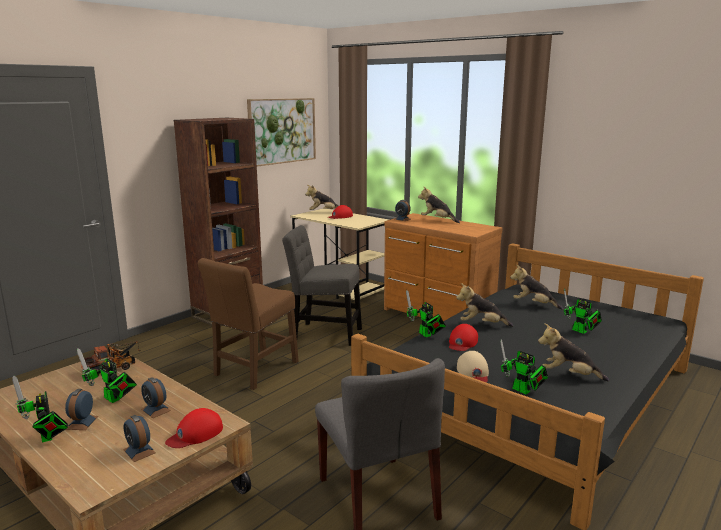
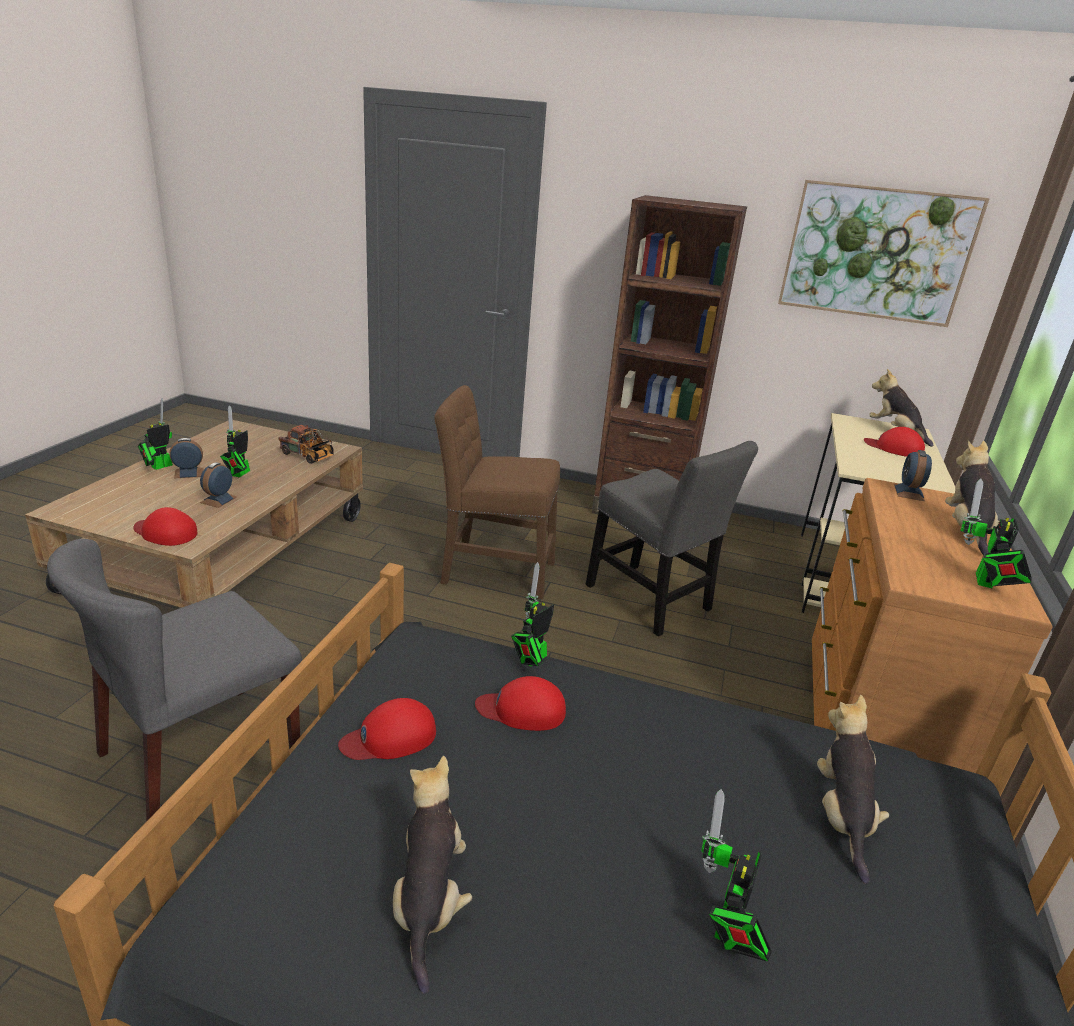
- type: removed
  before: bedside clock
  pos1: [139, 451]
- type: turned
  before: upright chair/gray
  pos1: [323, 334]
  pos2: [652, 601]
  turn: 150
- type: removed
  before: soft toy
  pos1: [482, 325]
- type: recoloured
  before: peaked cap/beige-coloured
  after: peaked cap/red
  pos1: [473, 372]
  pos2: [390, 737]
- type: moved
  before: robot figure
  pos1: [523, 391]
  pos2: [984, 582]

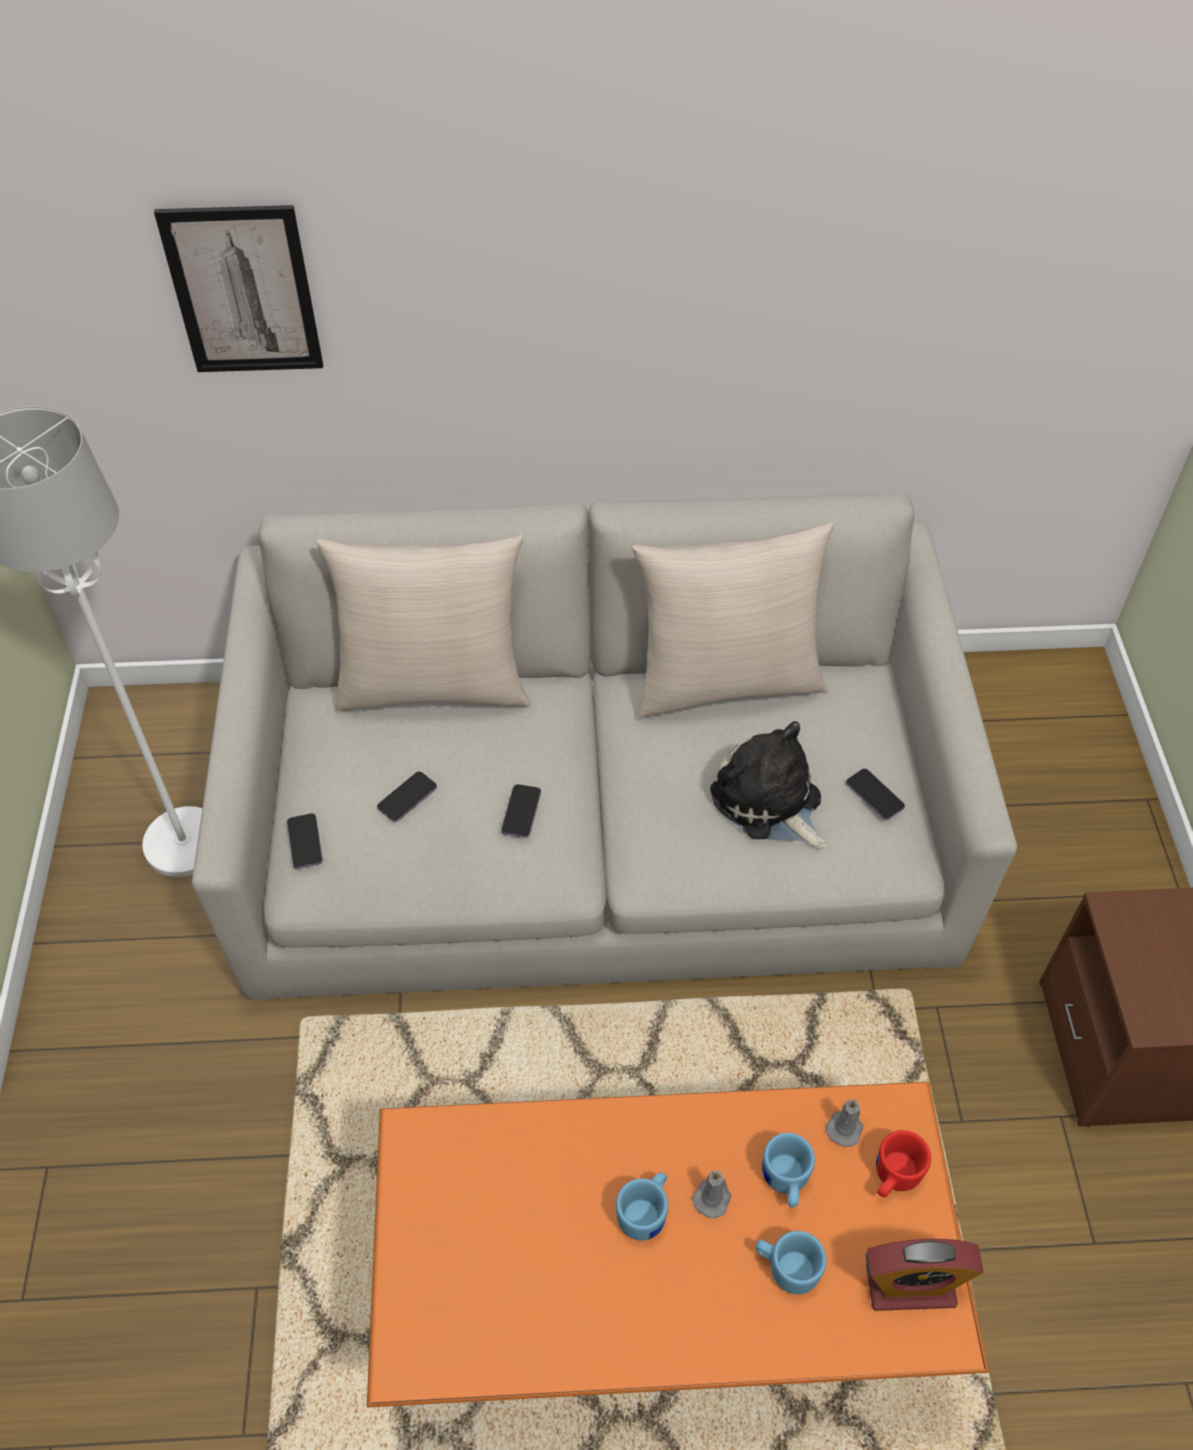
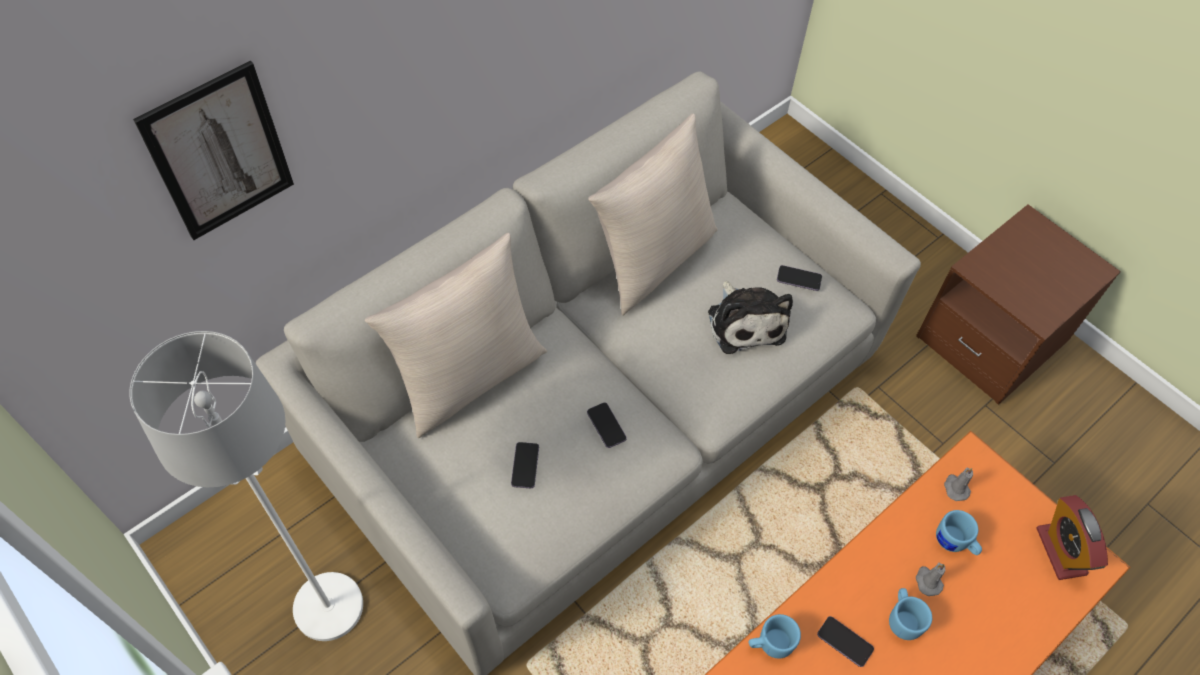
- type: moved
  before: handset
  pos1: [305, 842]
  pos2: [844, 642]
- type: turned
  before: soft toy
  pos1: [769, 802]
  pos2: [745, 321]
  turn: -120
- type: moved
  before: tea mug/blue
  pos1: [786, 1267]
  pos2: [769, 643]
- type: turned
  before: bedside clock
  pos1: [910, 1285]
  pos2: [1060, 551]
  turn: 120
- type: removed
  before: tea mug/red
  pos1: [892, 1177]

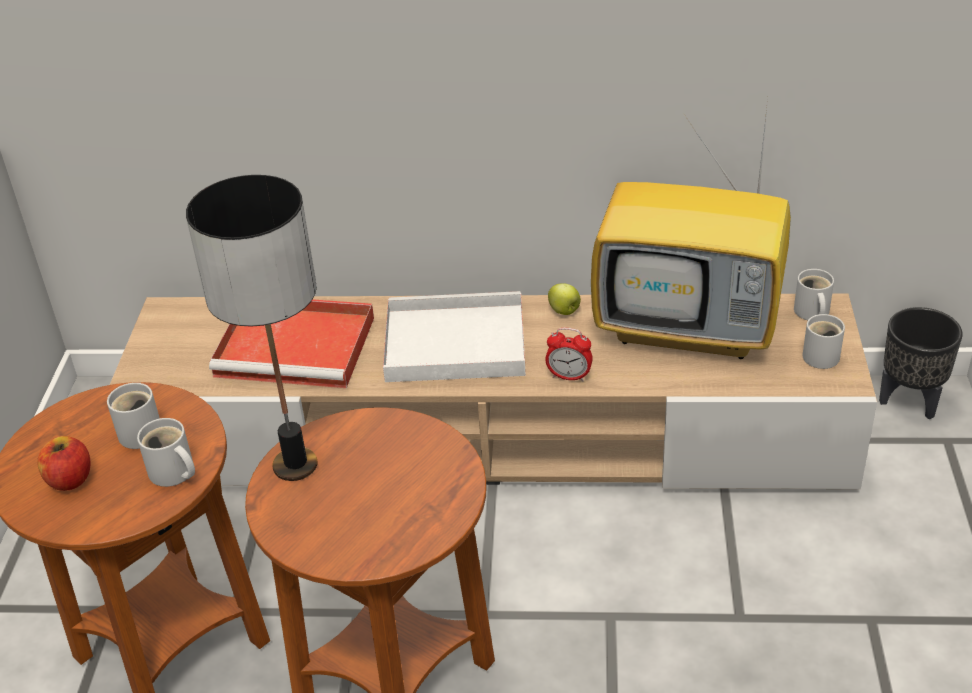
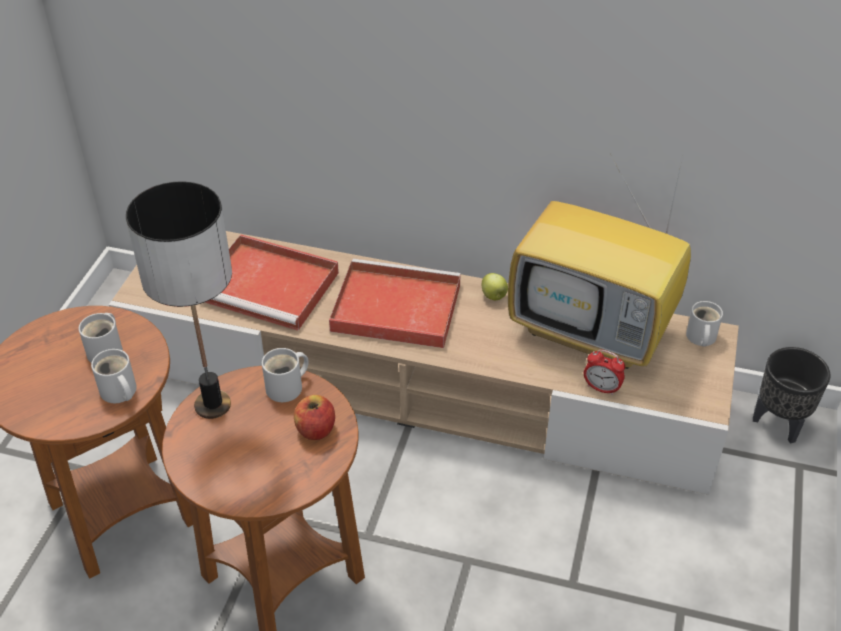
- type: moved
  before: whole apple
  pos1: [70, 479]
  pos2: [315, 429]
- type: recoloured
  before: carrying tray/white
  after: carrying tray/red
  pos1: [452, 344]
  pos2: [393, 308]
- type: moved
  before: bedside clock
  pos1: [569, 376]
  pos2: [601, 388]
- type: moved
  before: tea mug/white
  pos1: [824, 355]
  pos2: [288, 387]

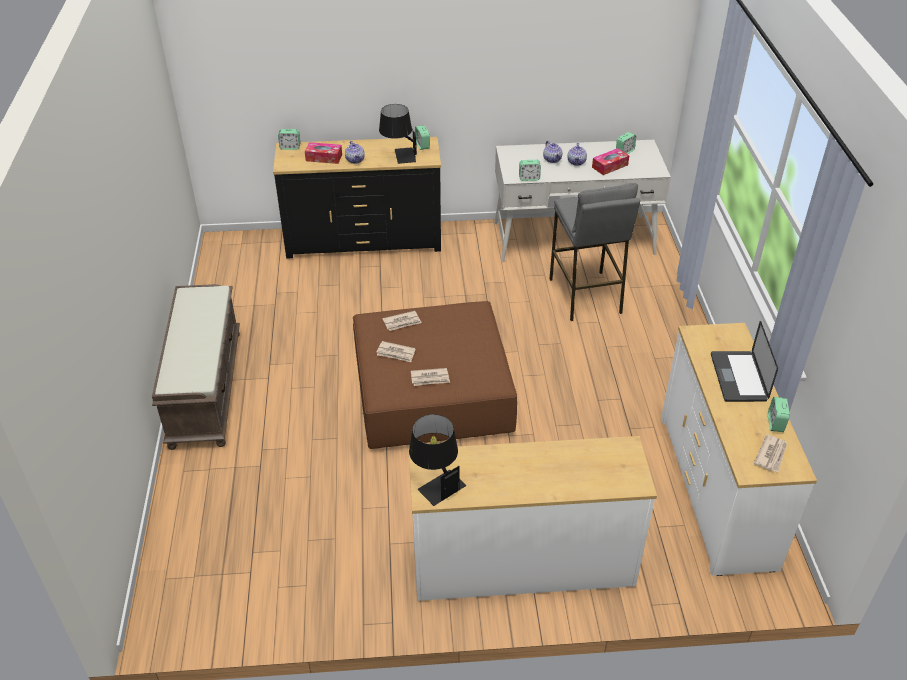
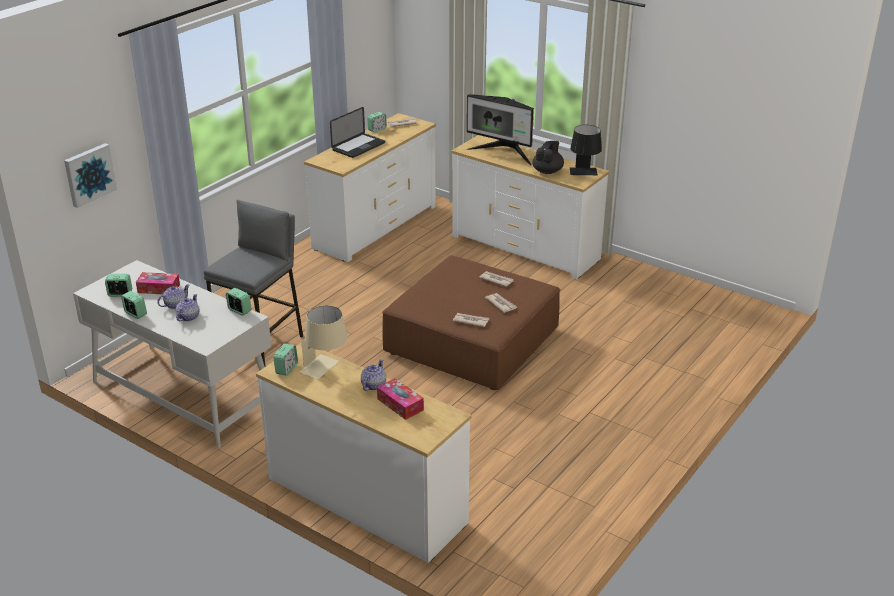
- type: removed
  before: long seat/brown-coloured
  pos1: [205, 387]
- type: recoloured
  before: drawer chest/black
  after: drawer chest/white
  pos1: [363, 240]
  pos2: [365, 501]
- type: moved
  before: bedside clock
  pos1: [290, 147]
  pos2: [135, 314]
- type: recoloured
  before: tabletop lamp/black
  after: tabletop lamp/beige-coloured
  pos1: [398, 156]
  pos2: [326, 369]
- type: added
  after: picture
  pos2: [89, 174]
- type: added
  after: computer display
  pos2: [503, 153]
- type: added
  after: pot for tea/black
  pos2: [547, 171]

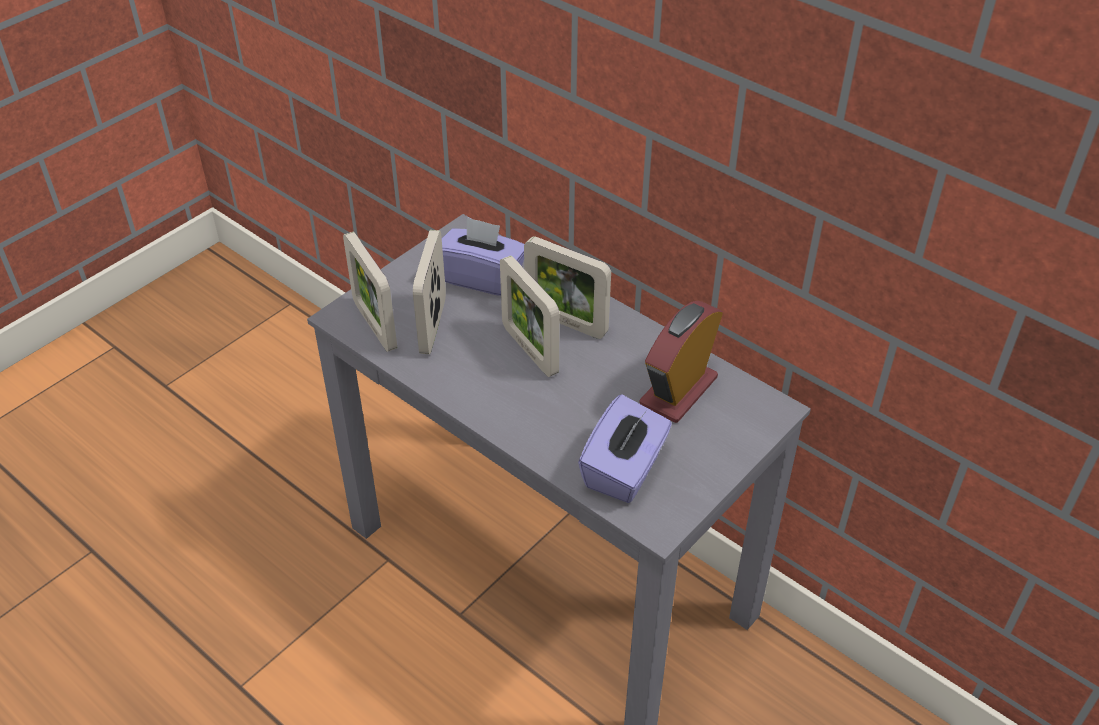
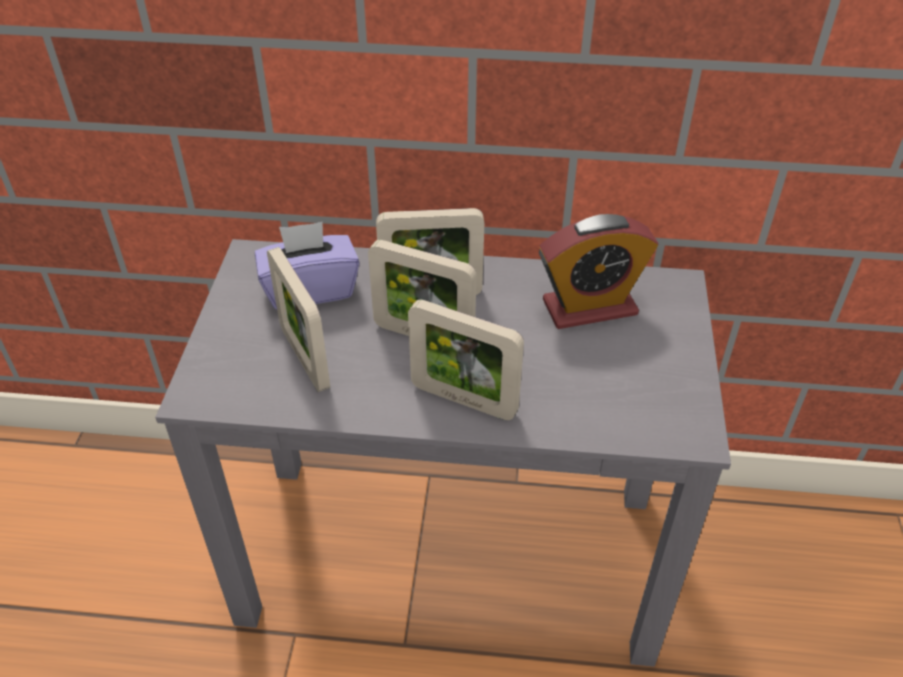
- type: moved
  before: picture frame
  pos1: [375, 326]
  pos2: [463, 400]
- type: removed
  before: tissue holder/purple
  pos1: [624, 470]
- type: turned
  before: bedside clock
  pos1: [678, 391]
  pos2: [589, 307]
  turn: -105

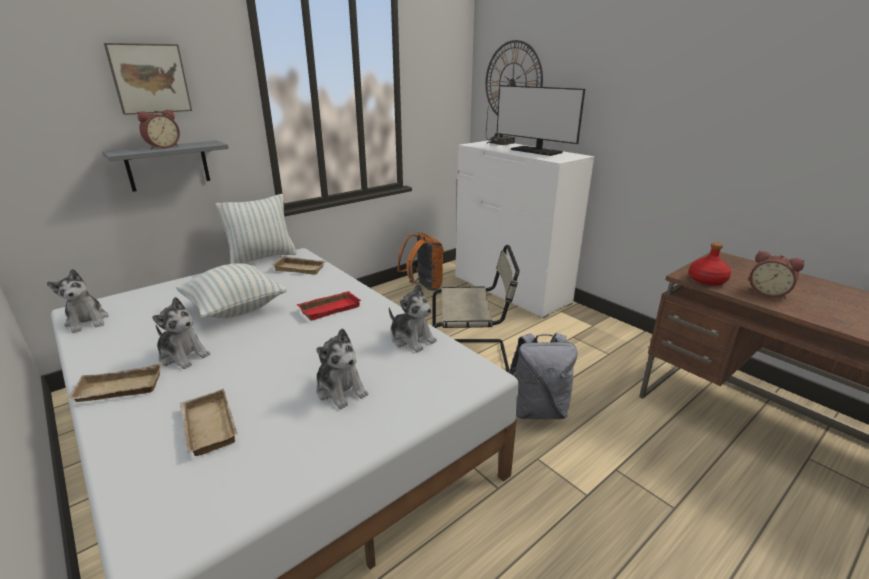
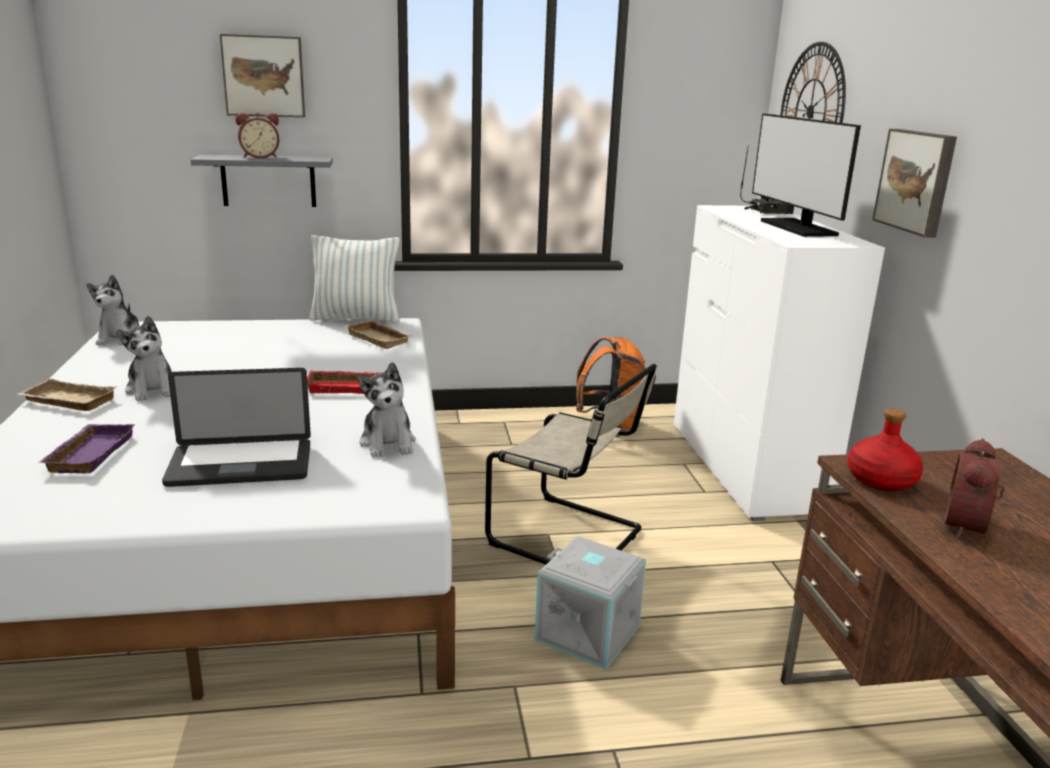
- type: removed
  before: cushion
  pos1: [235, 309]
- type: recoloured
  before: carrying tray/beige-coloured
  after: carrying tray/purple
  pos1: [206, 427]
  pos2: [89, 453]
- type: replaced
  before: soft toy
  after: notebook computer
  pos1: [340, 390]
  pos2: [240, 465]
- type: replaced
  before: knapsack/gray
  after: storage bin/gray
  pos1: [538, 410]
  pos2: [589, 632]
- type: turned
  before: bedside clock
  pos1: [768, 292]
  pos2: [969, 526]
  turn: 45
- type: added
  after: picture
  pos2: [917, 181]

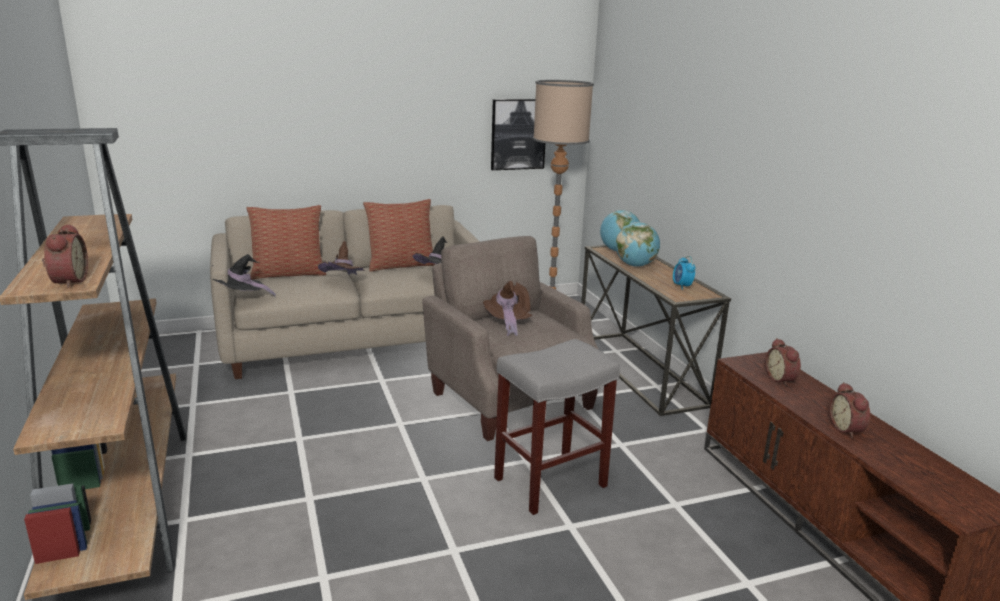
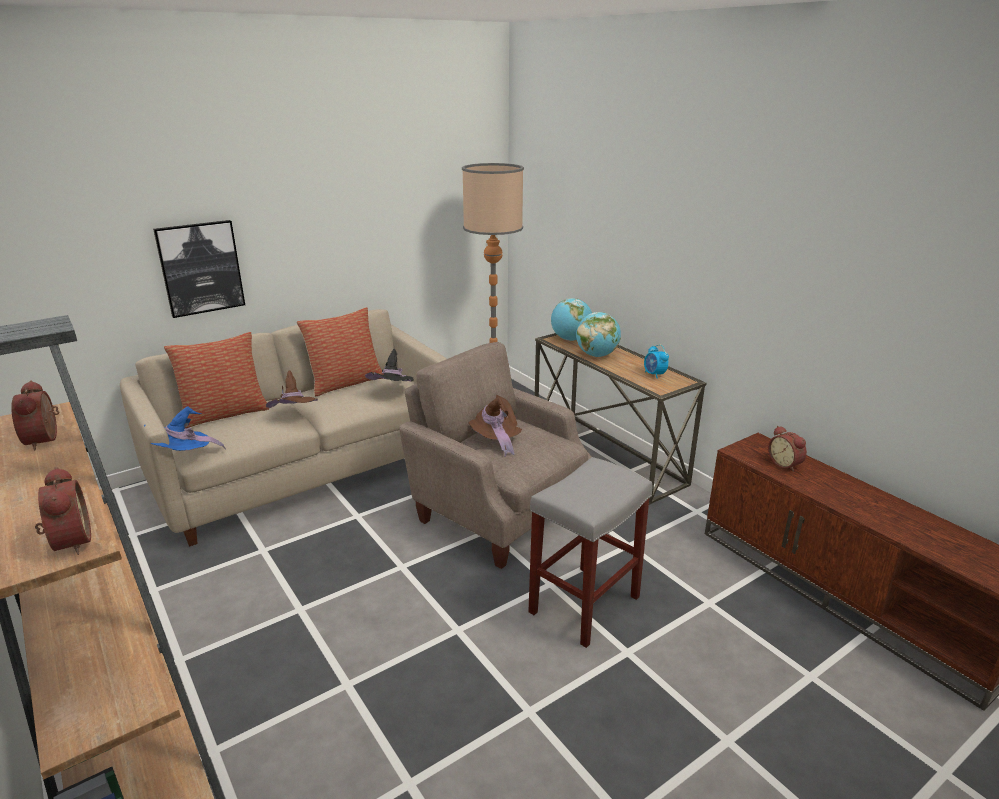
- type: recoloured
  before: hat/black
  after: hat/blue
  pos1: [241, 298]
  pos2: [184, 456]
- type: moved
  before: picture
  pos1: [518, 134]
  pos2: [200, 268]
- type: moved
  before: bedside clock
  pos1: [847, 429]
  pos2: [46, 439]

